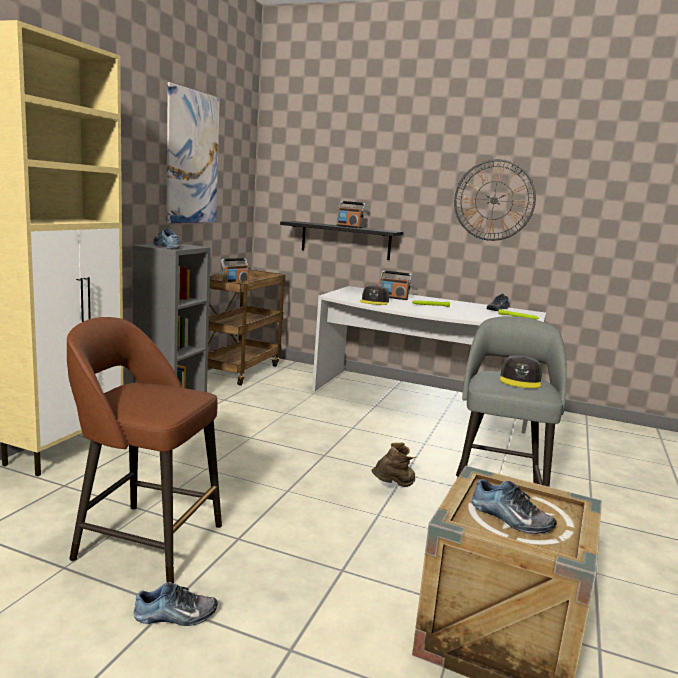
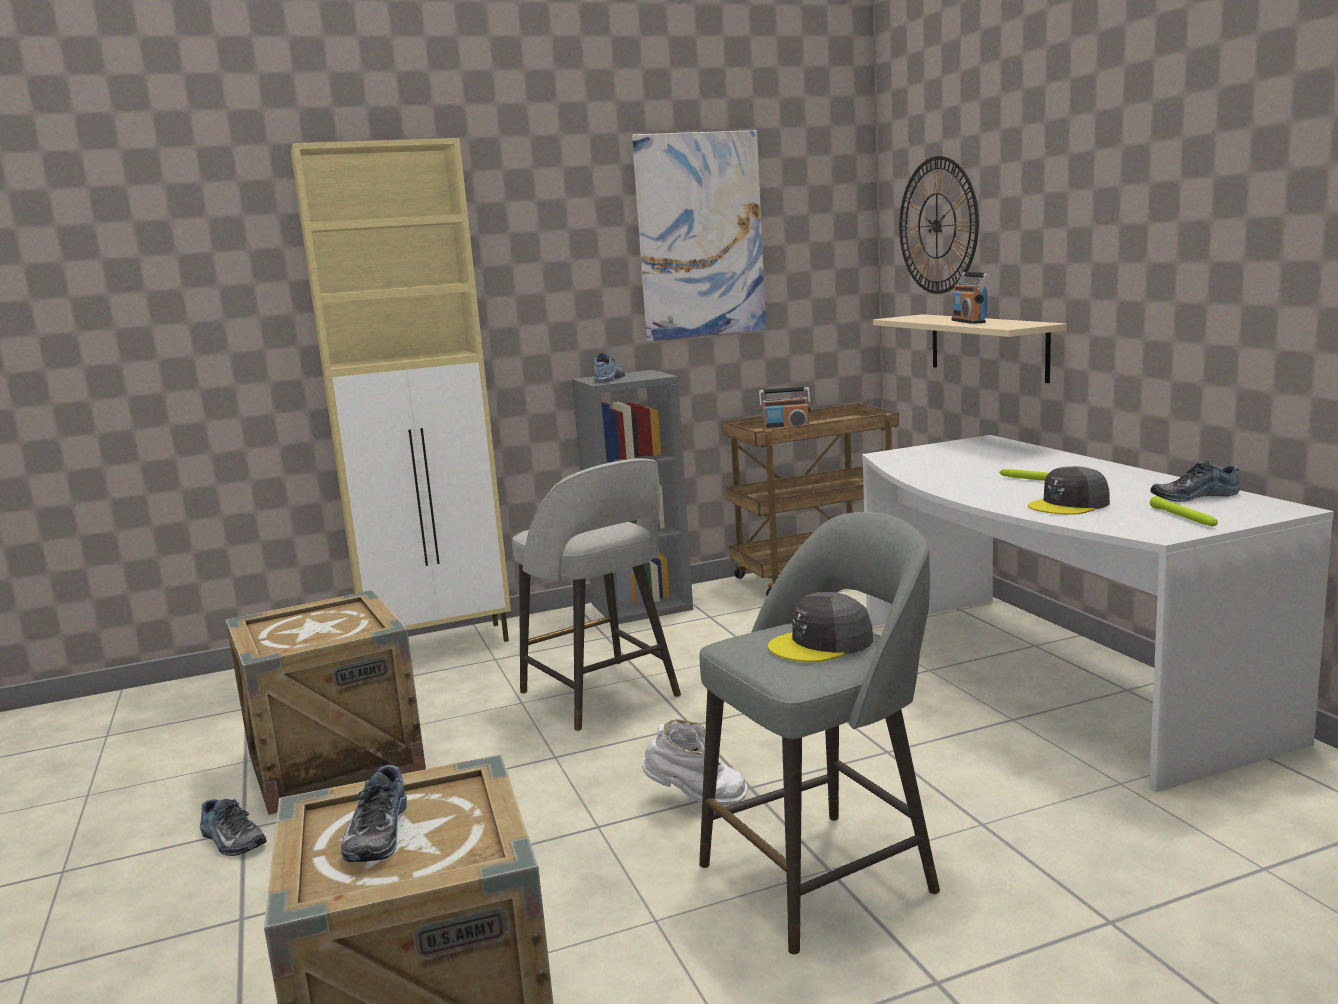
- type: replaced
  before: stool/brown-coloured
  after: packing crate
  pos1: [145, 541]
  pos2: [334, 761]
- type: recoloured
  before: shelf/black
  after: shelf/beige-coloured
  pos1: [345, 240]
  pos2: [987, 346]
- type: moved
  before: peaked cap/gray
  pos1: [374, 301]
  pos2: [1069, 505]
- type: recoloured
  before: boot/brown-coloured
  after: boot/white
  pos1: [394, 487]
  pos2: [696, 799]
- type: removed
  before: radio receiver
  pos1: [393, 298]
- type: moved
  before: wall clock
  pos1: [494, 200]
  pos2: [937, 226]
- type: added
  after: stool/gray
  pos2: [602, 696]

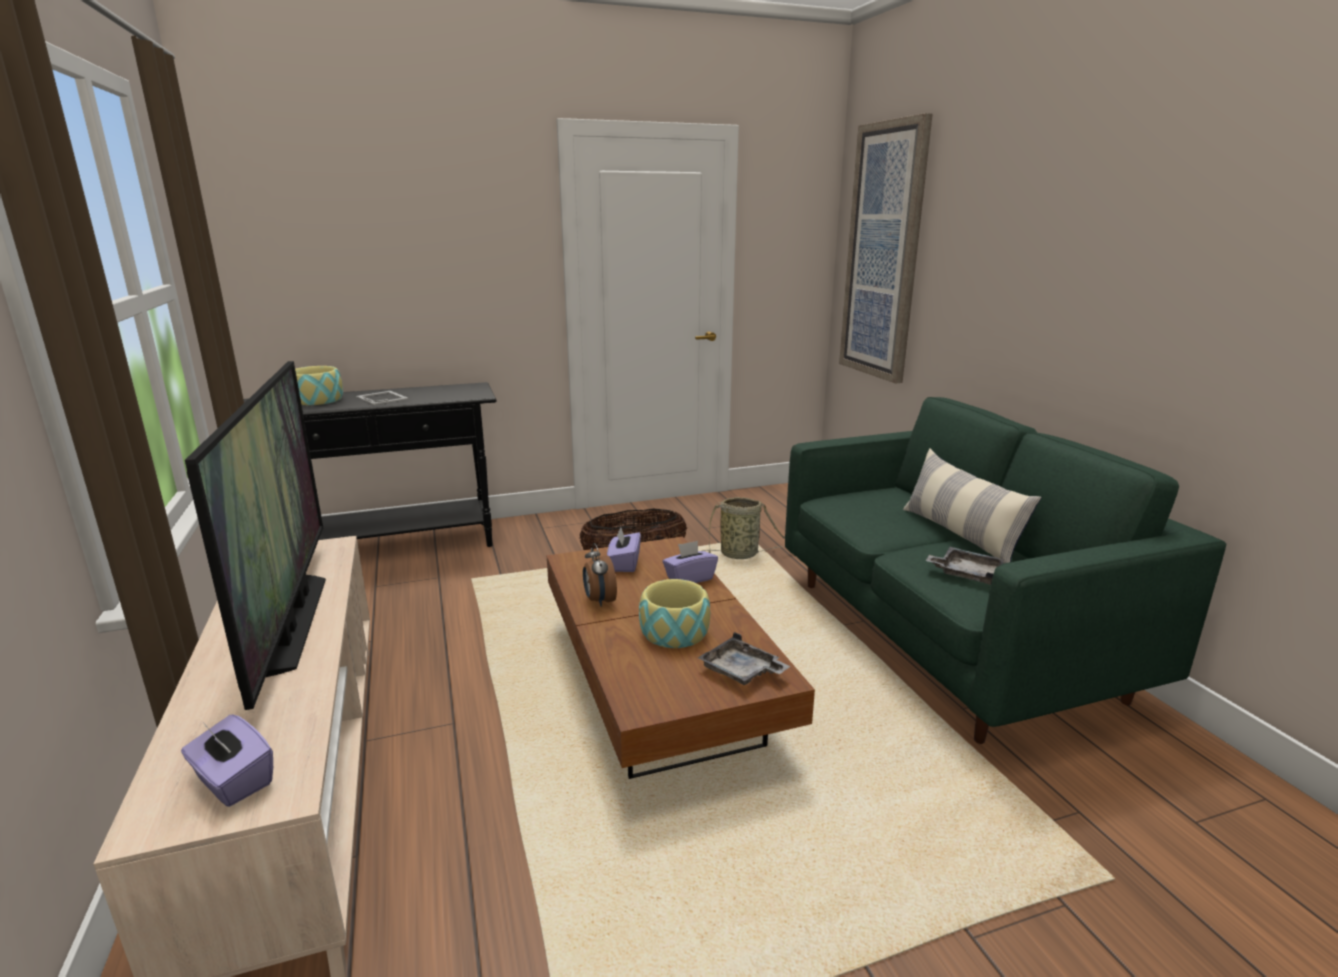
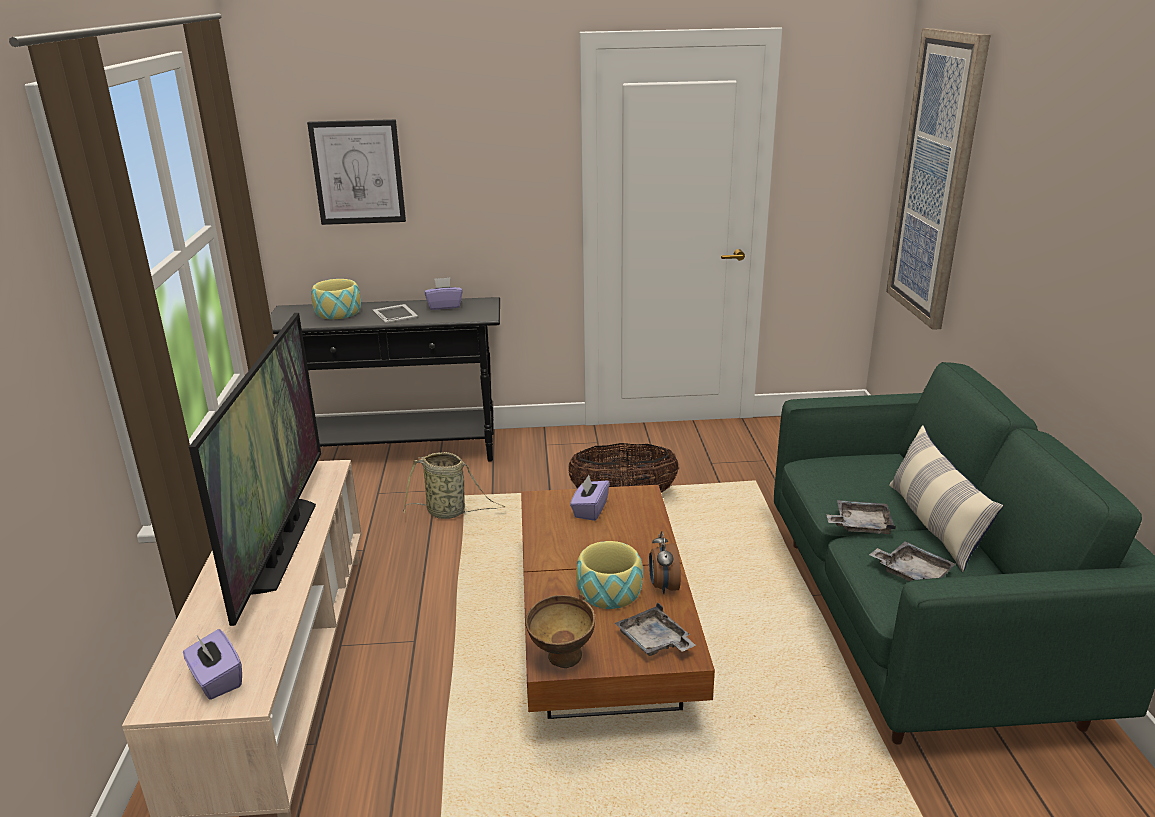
- type: moved
  before: bedside clock
  pos1: [599, 600]
  pos2: [663, 586]
- type: moved
  before: tissue holder/purple
  pos1: [689, 578]
  pos2: [444, 306]
- type: moved
  before: basket
  pos1: [741, 554]
  pos2: [449, 512]
- type: added
  after: picture
  pos2: [358, 172]
- type: added
  after: bowl/brown-coloured
  pos2: [561, 661]
- type: added
  after: carrying tray/gray
  pos2: [860, 525]

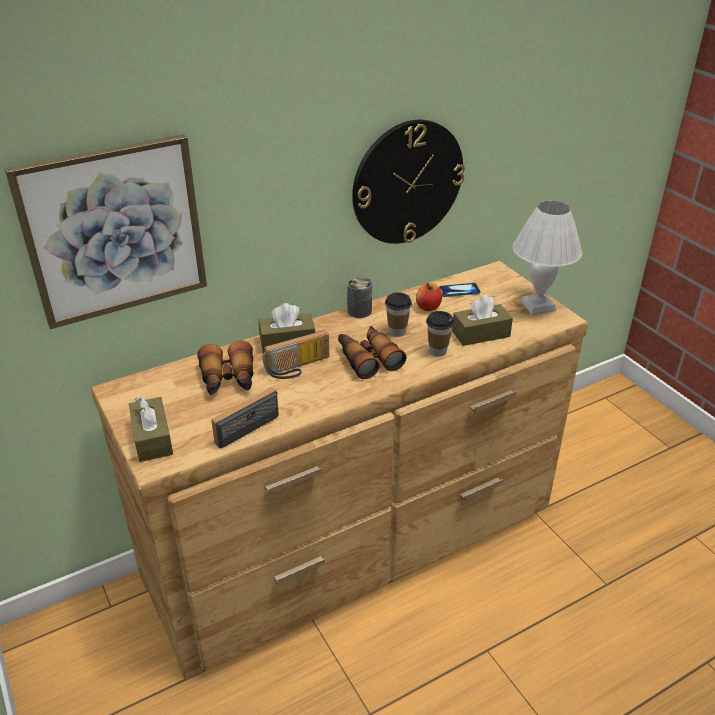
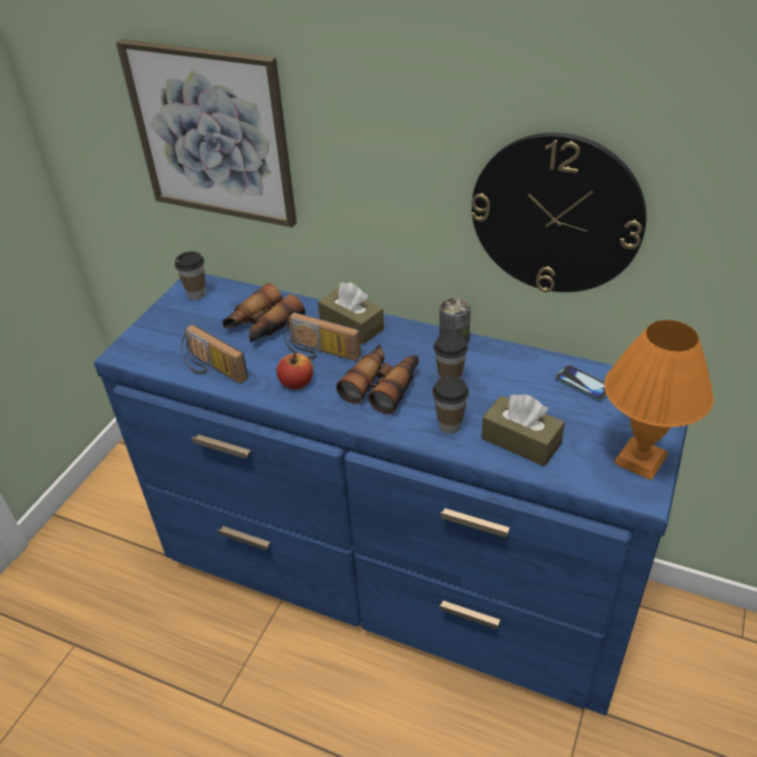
- type: recoloured
  before: drawer chest/brown-coloured
  after: drawer chest/blue
  pos1: [356, 542]
  pos2: [393, 573]
- type: removed
  before: tissue holder/brown-coloured
  pos1: [152, 438]
- type: turned
  before: radio receiver
  pos1: [245, 425]
  pos2: [211, 369]
  turn: -150
- type: moved
  before: whole apple
  pos1: [428, 307]
  pos2: [296, 383]
- type: recoloured
  before: tabletop lamp/white
  after: tabletop lamp/orange-coloured
  pos1: [537, 305]
  pos2: [640, 458]
- type: added
  after: cup
  pos2: [196, 294]

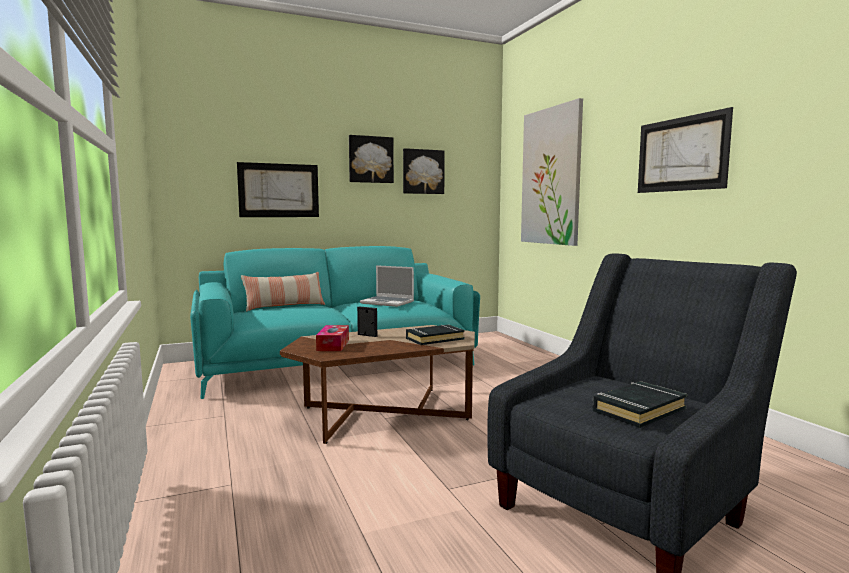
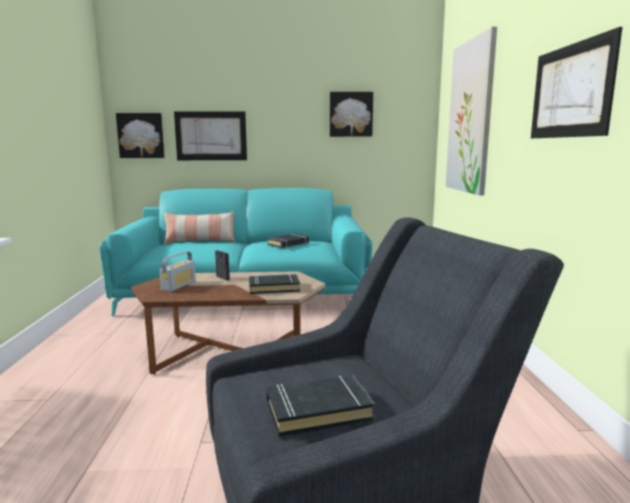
- type: replaced
  before: tissue holder
  after: radio receiver
  pos1: [333, 345]
  pos2: [179, 285]
- type: moved
  before: picture
  pos1: [370, 159]
  pos2: [141, 135]
- type: replaced
  before: notebook computer
  after: bound book/black
  pos1: [388, 302]
  pos2: [288, 244]

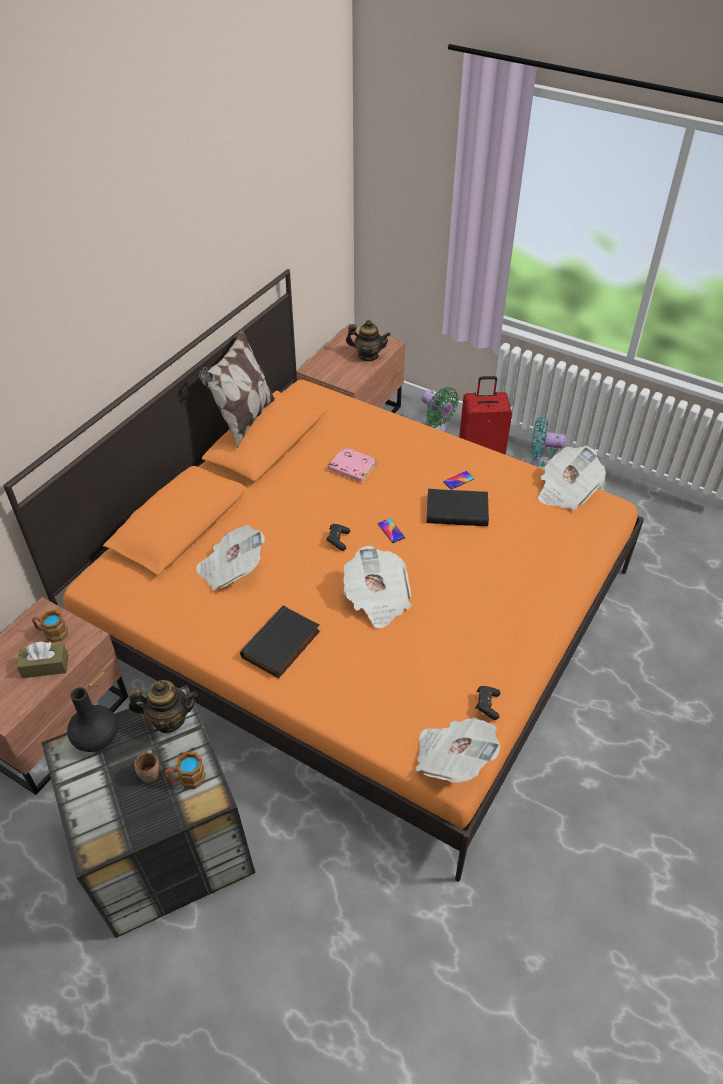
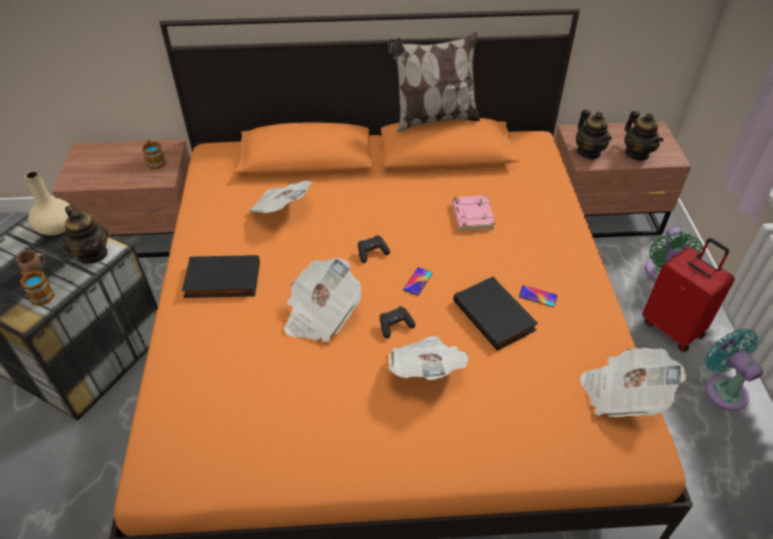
- type: removed
  before: tissue holder/brown-coloured
  pos1: [45, 666]
- type: recoloured
  before: decorative vase/black
  after: decorative vase/beige-coloured
  pos1: [96, 738]
  pos2: [56, 227]
- type: moved
  before: printed paper
  pos1: [453, 759]
  pos2: [426, 370]
- type: moved
  before: game controller/black
  pos1: [487, 705]
  pos2: [395, 326]
- type: added
  after: pot for tea
  pos2: [589, 152]

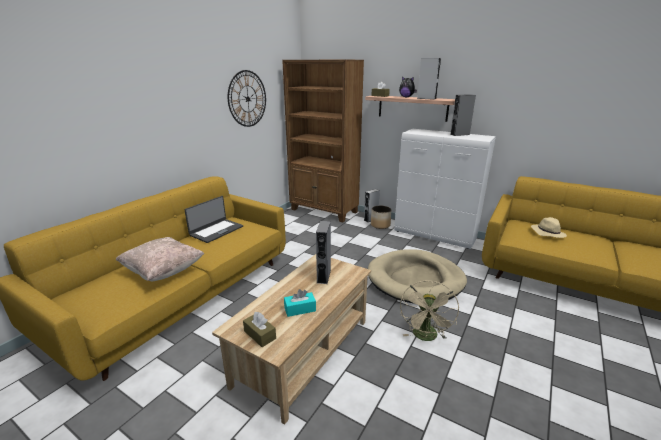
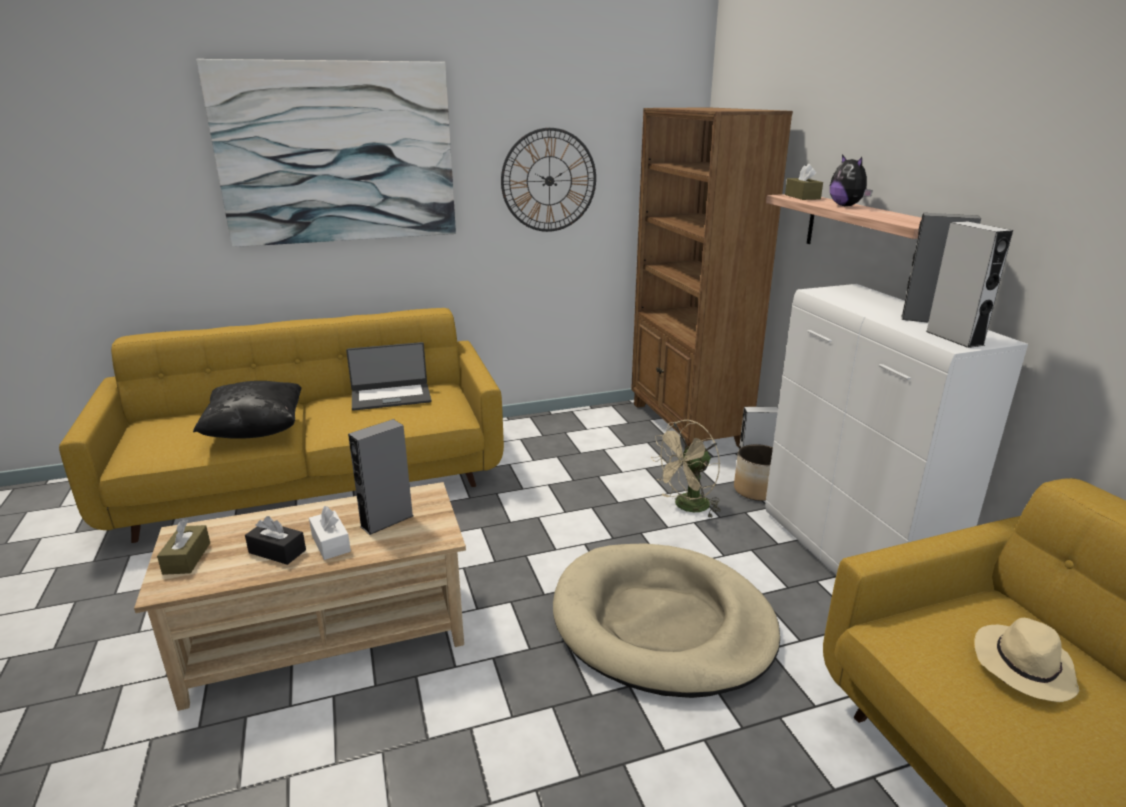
- type: recoloured
  before: cushion/beige-coloured
  after: cushion/black
  pos1: [163, 272]
  pos2: [256, 430]
- type: recoloured
  before: tissue holder/blue-green
  after: tissue holder/black
  pos1: [300, 309]
  pos2: [277, 551]
- type: moved
  before: cooling fan/beige-coloured
  pos1: [426, 337]
  pos2: [687, 507]
- type: moved
  before: speaker/gray
  pos1: [426, 98]
  pos2: [954, 338]
- type: added
  after: picture
  pos2: [338, 154]
- type: added
  after: tissue holder/white
  pos2: [331, 543]

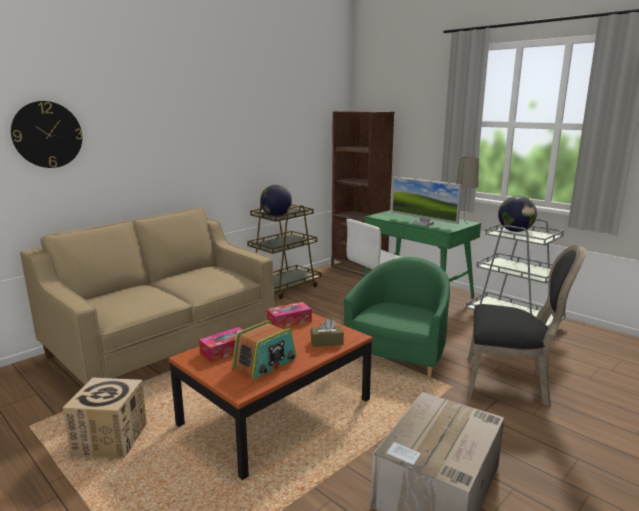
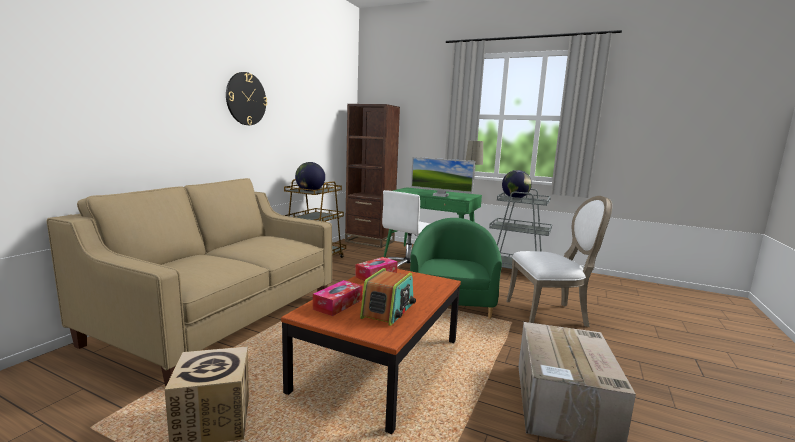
- type: moved
  before: wall clock
  pos1: [47, 134]
  pos2: [246, 99]
- type: removed
  before: tissue holder/brown-coloured
  pos1: [327, 342]
- type: recoloured
  before: upright chair/black
  after: upright chair/white
  pos1: [509, 384]
  pos2: [550, 315]

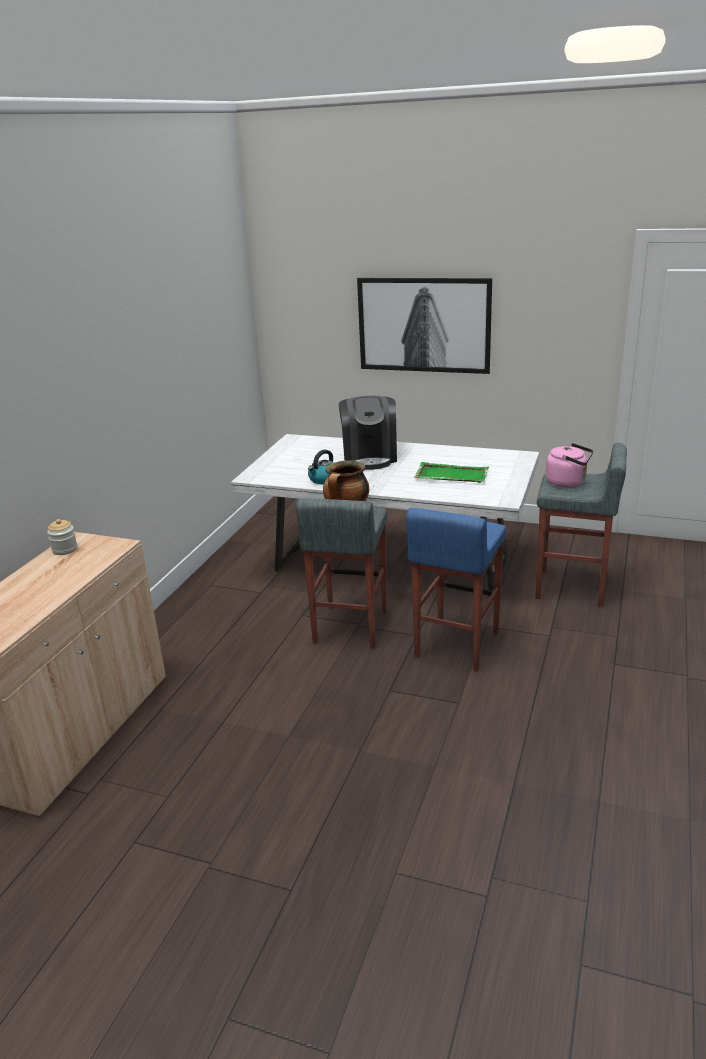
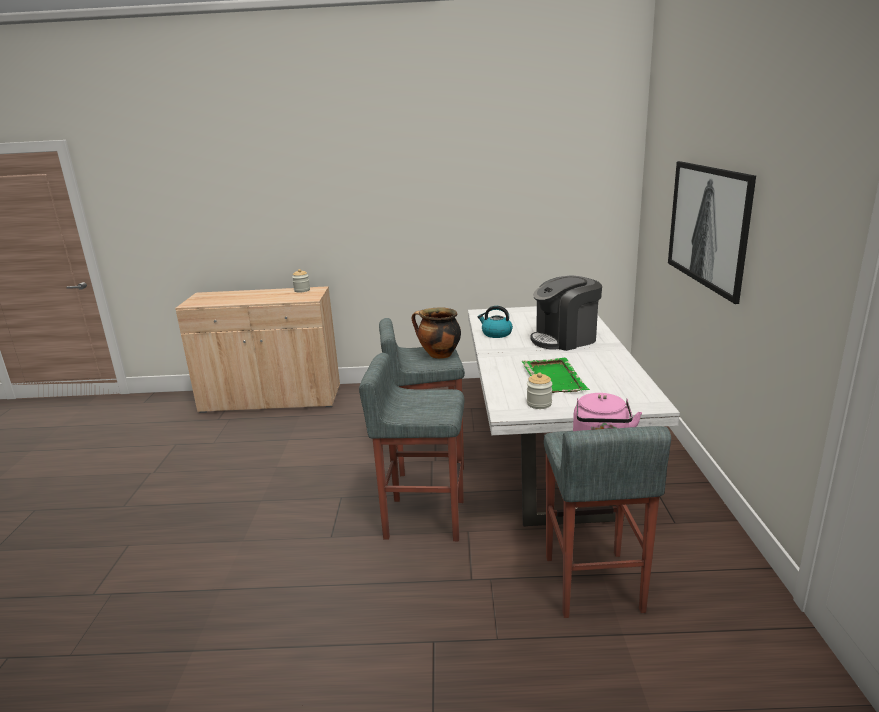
- type: recoloured
  before: stool/blue
  after: stool/gray
  pos1: [455, 645]
  pos2: [423, 518]
- type: added
  after: jar
  pos2: [539, 404]

